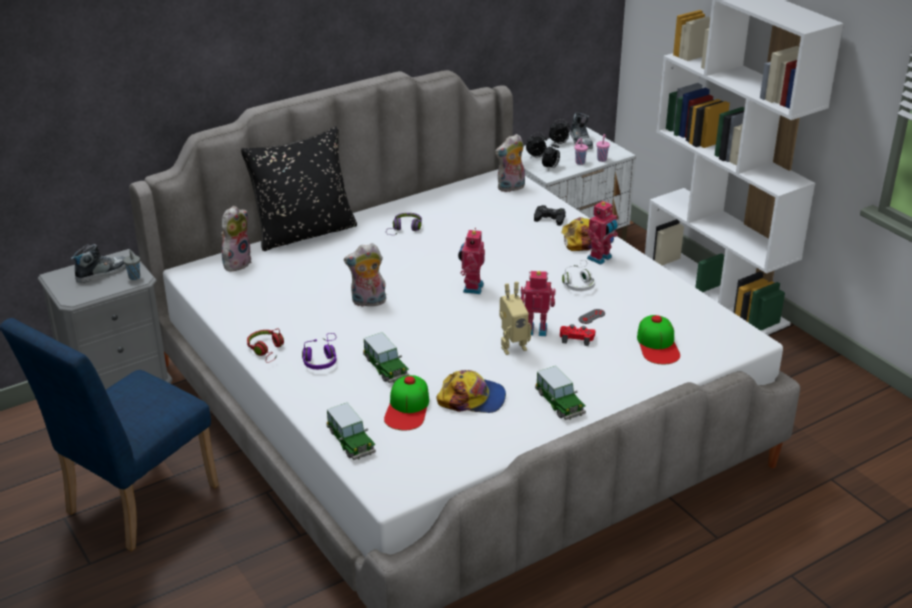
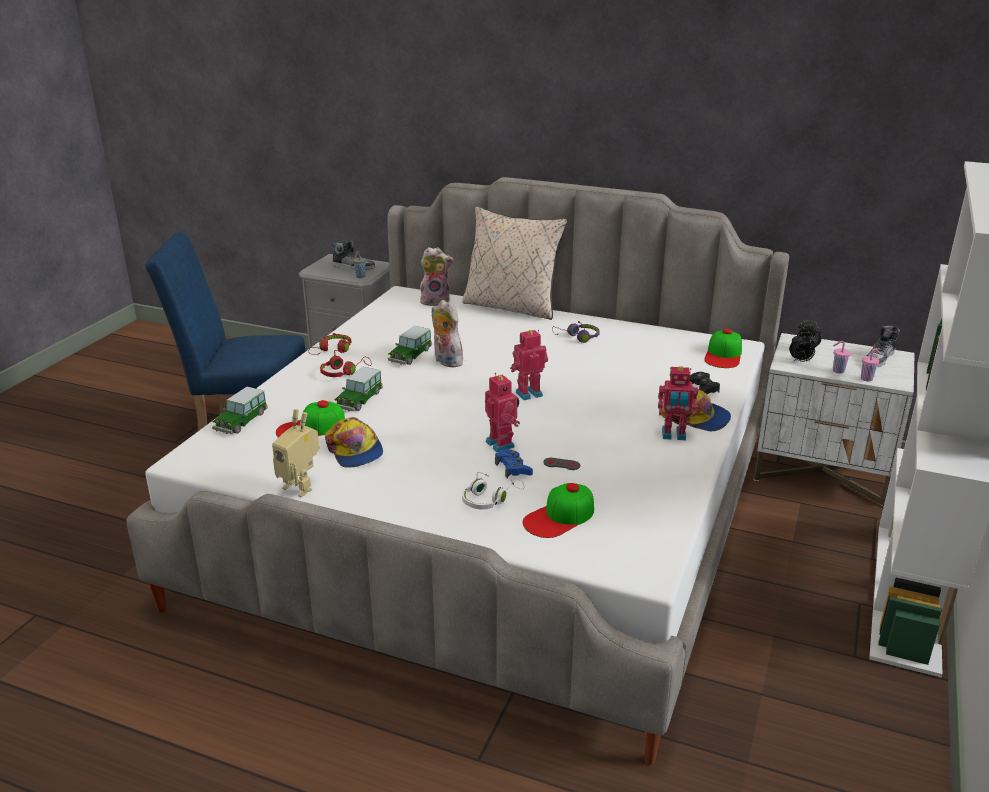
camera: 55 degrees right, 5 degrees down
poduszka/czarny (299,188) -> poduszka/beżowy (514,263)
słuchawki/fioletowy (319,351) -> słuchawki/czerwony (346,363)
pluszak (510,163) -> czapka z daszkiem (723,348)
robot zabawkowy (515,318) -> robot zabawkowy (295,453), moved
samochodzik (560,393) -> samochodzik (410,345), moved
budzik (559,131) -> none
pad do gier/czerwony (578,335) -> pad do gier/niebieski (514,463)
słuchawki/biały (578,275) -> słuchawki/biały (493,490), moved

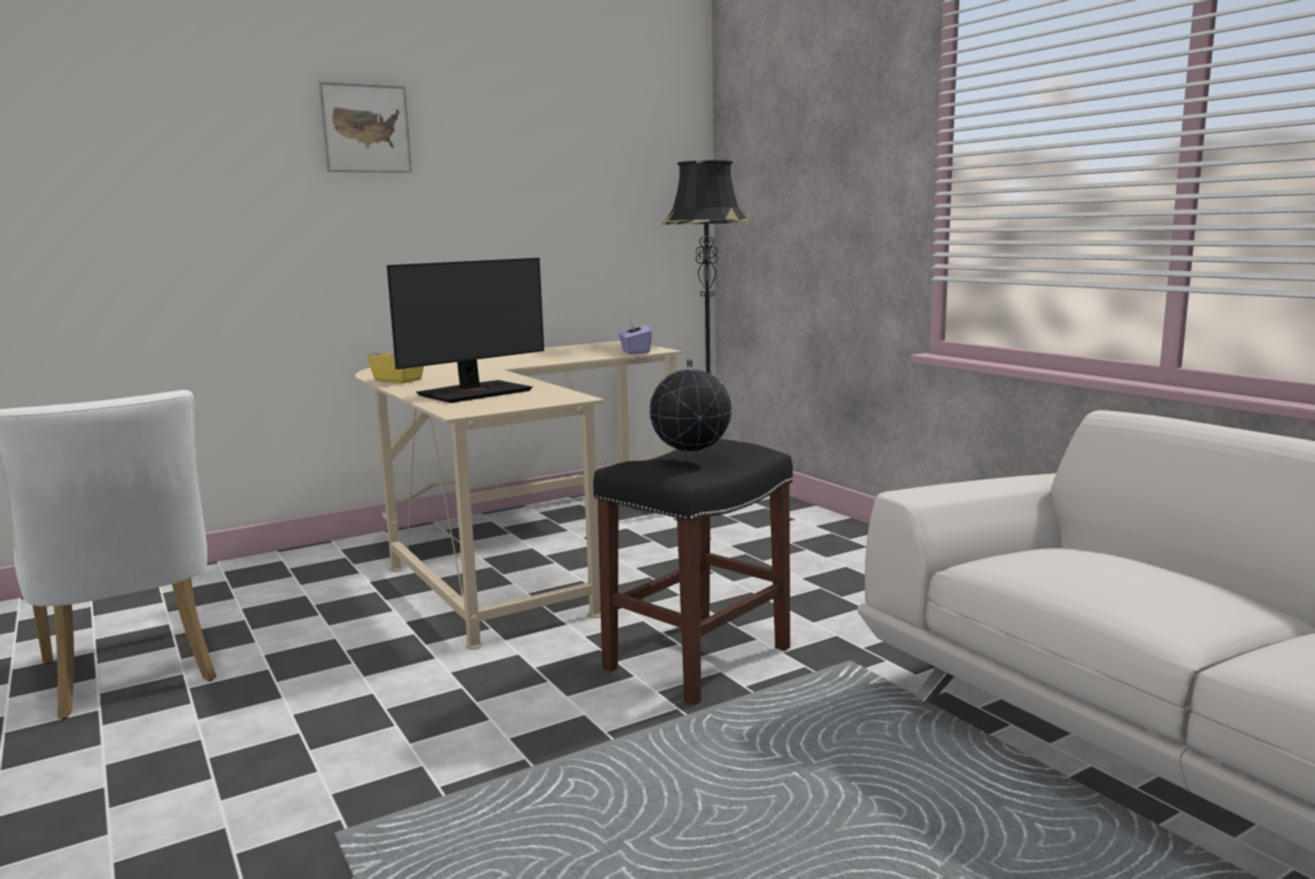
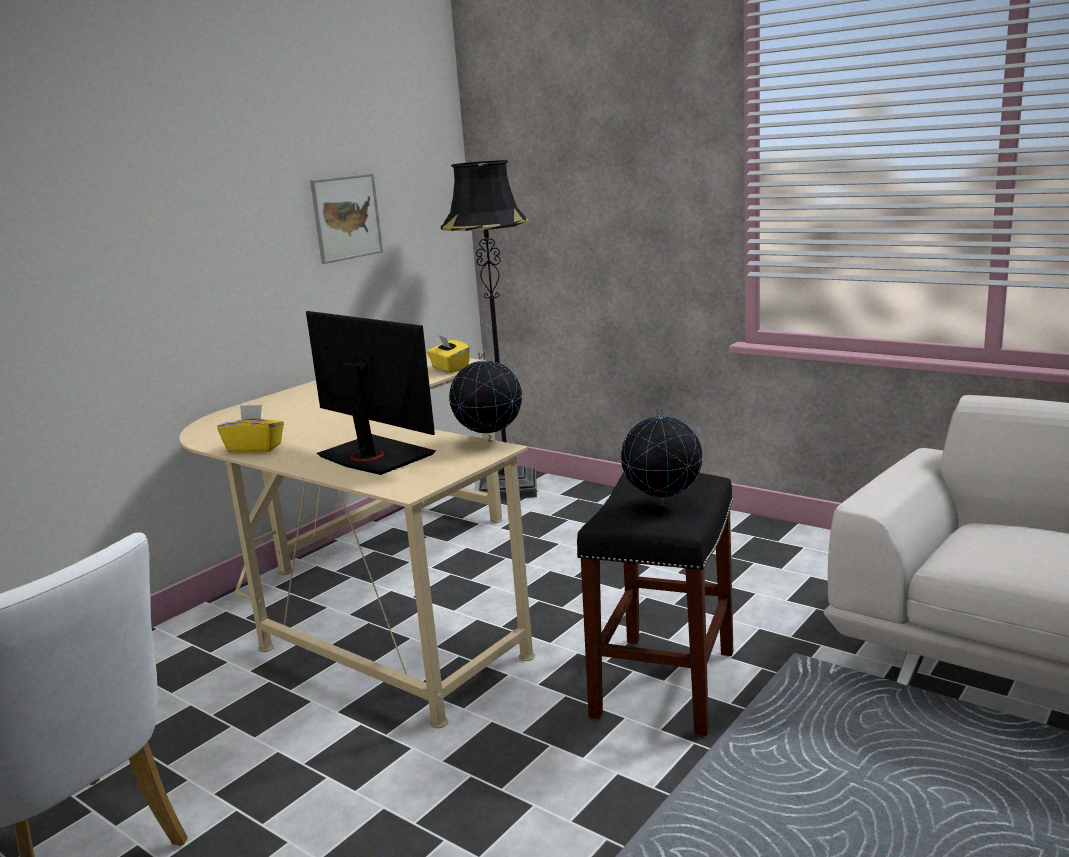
camera: 20 degrees left, 5 degrees up
obraz (365,127) -> obraz (346,218), moved
monitor (465,330) -> monitor (371,393), 75 degrees counterclockwise
pudełko chusteczek/fioletowy (635,336) -> pudełko chusteczek/żółty (448,354)
none -> globus (486,397)

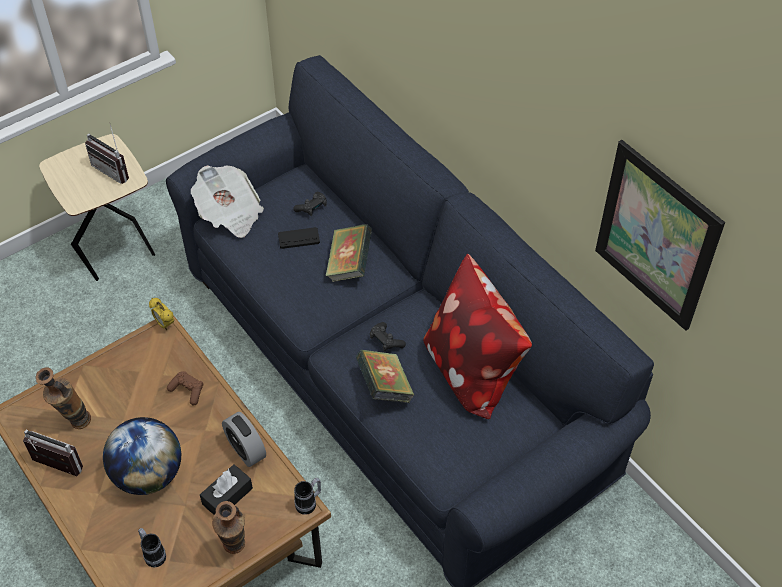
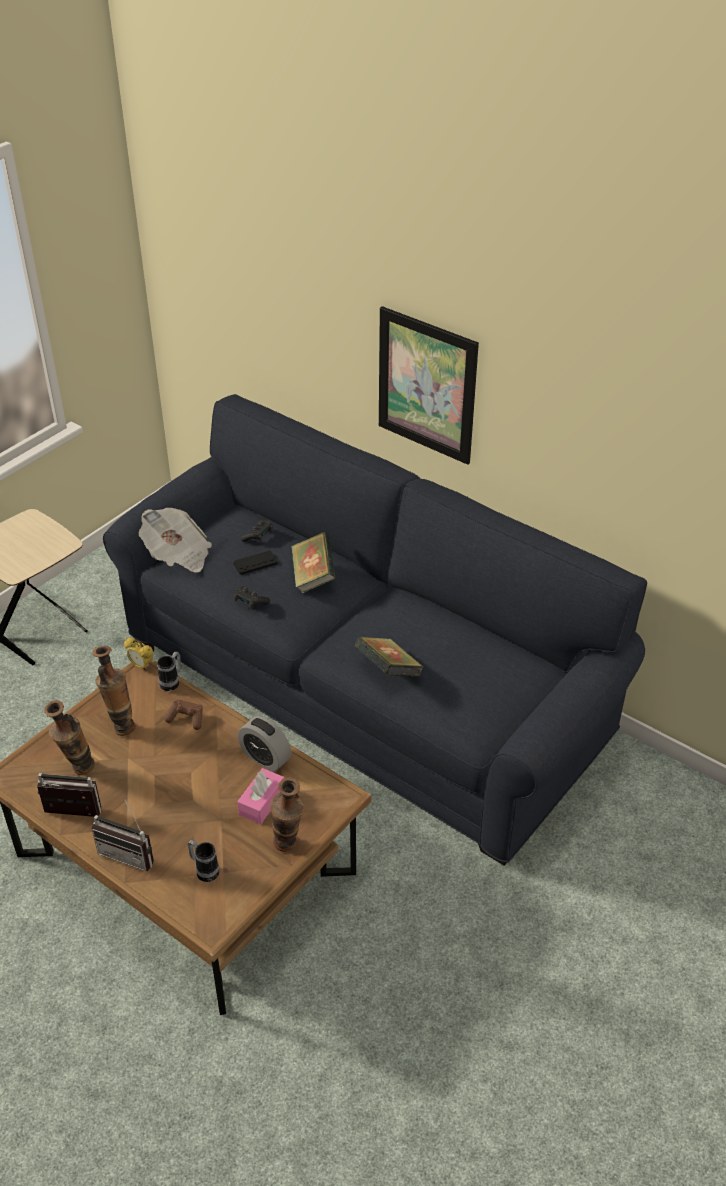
camera: 15 degrees left, 10 degrees down
radio (107,153) -> radio (123,833), moved
globus (142,456) -> none
pudełko chusteczek/czarny (226,489) -> pudełko chusteczek/różowy (260,796)
kubek (307,496) -> kubek (169,671), moved
pad do gier/czarny (388,337) -> pad do gier/czarny (252,597), moved
poduszka (477,336) -> none
obraz (660,235) -> obraz (429,385), moved
none -> wazon (114,691)

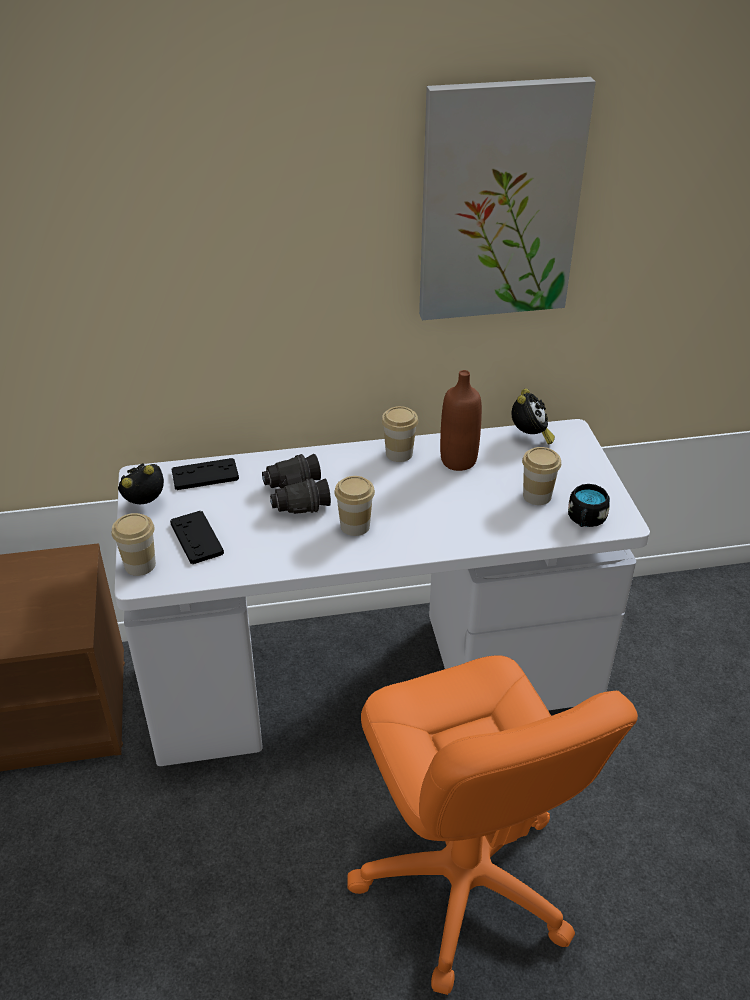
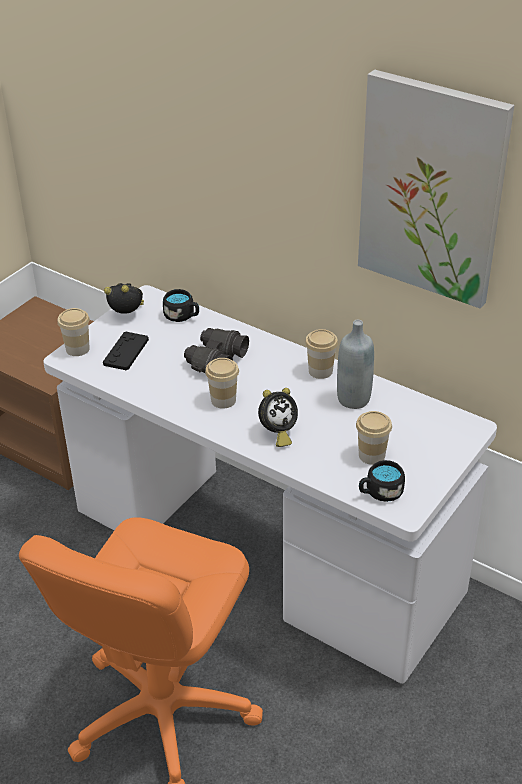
camera: 45 degrees right, 0 degrees up
pad do gier/czarny (205,474) -> kubek/czarny (181,305)
butelka/brązowy (461,420) -> butelka/szary (355,364)
budzik (533,417) -> budzik (278,417), moved

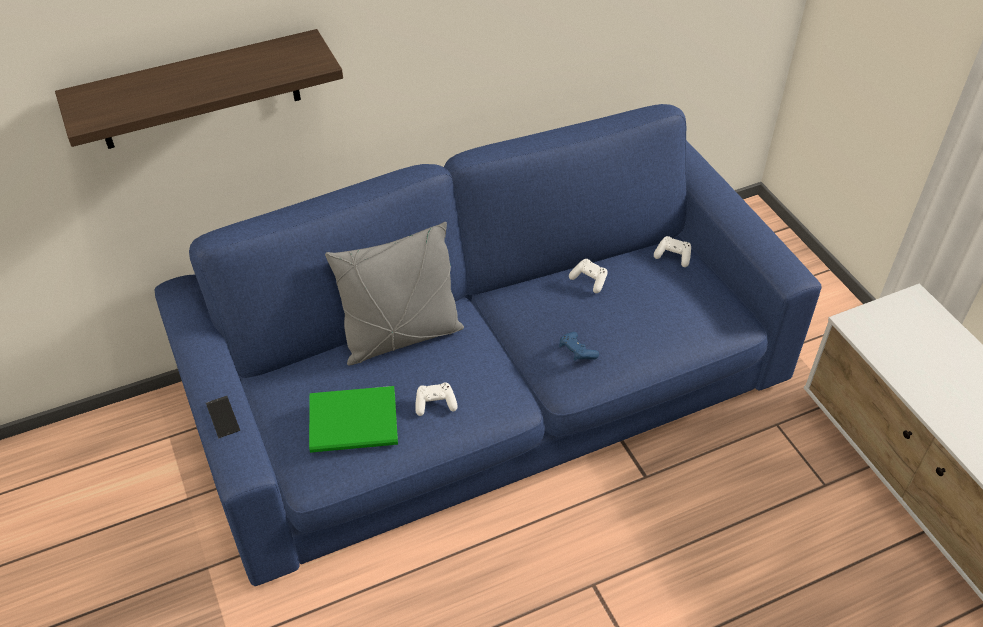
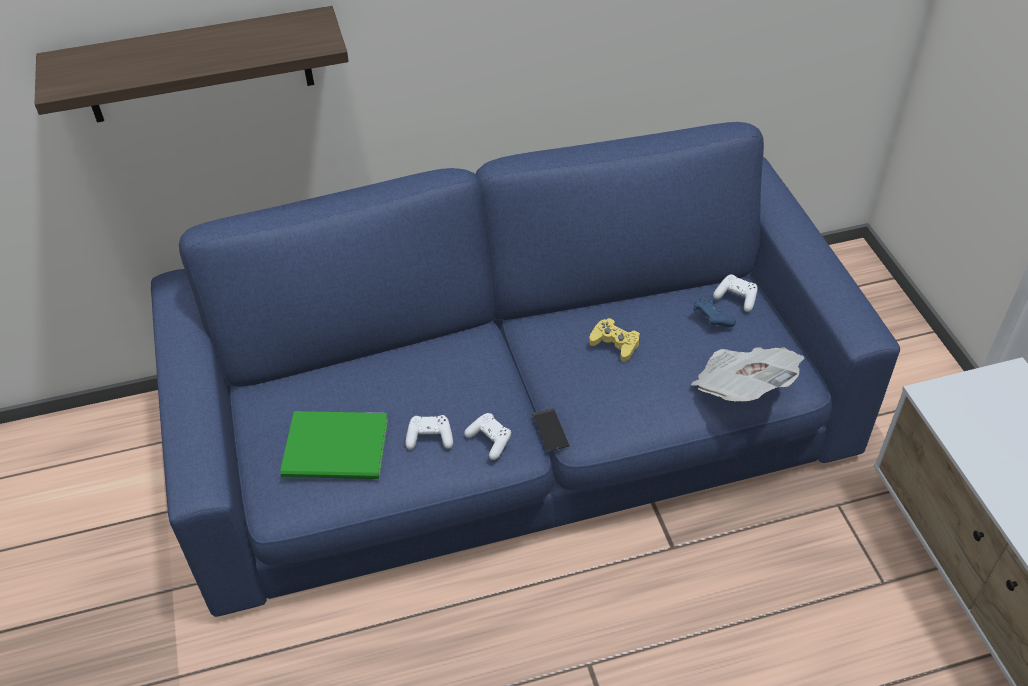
camera: 10 degrees right, 0 degrees up
telefon (223,417) -> telefon (551,430), moved
poduszka/szary (394,294) -> none
pad do gier/niebieski (579,346) -> pad do gier/niebieski (714,312), moved
pad do gier/biały (588,276) -> pad do gier/biały (488,436), moved
none -> pad do gier/żółty (614,340)
none -> gazeta (747,374)

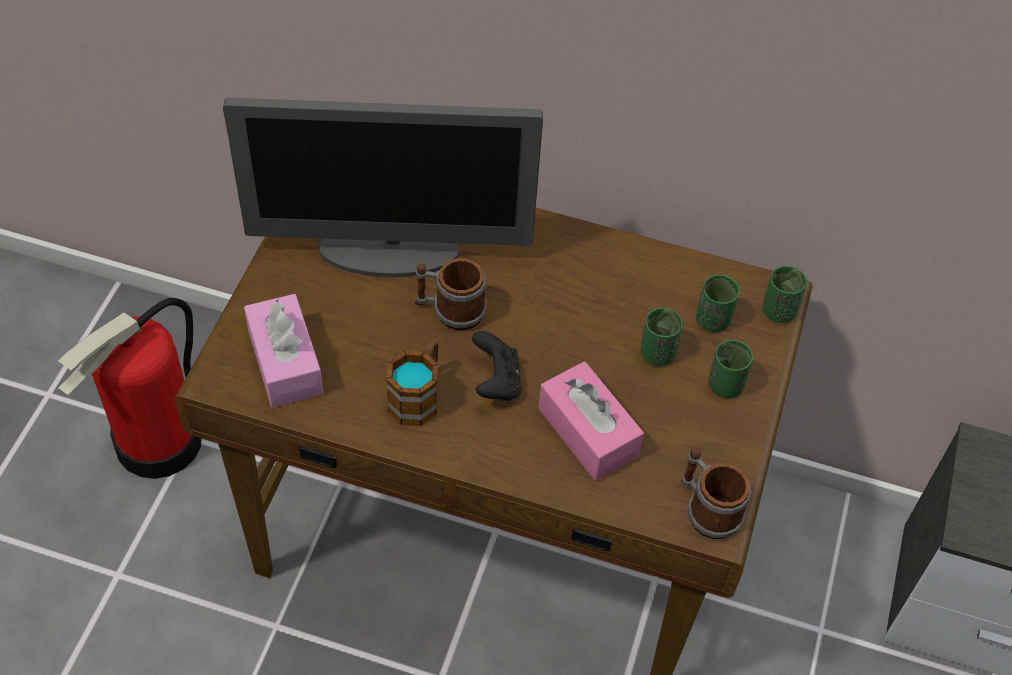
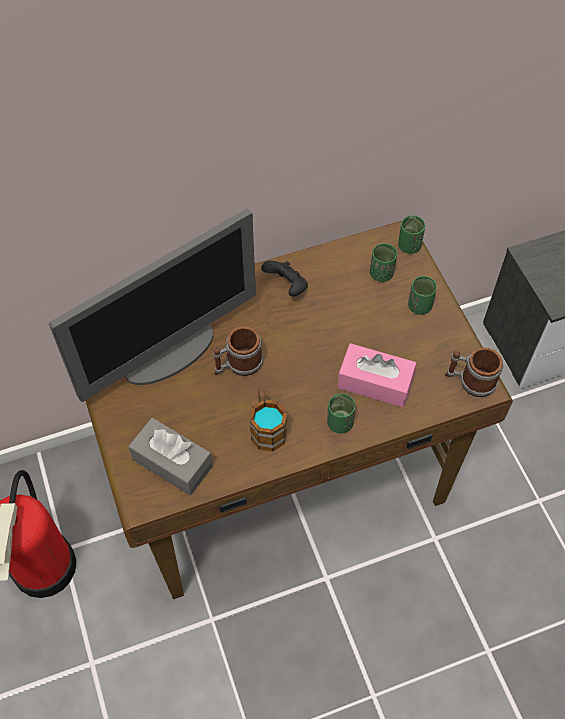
camera: 35 degrees left, 5 degrees up
pudełko chusteczek/różowy (283,351) -> pudełko chusteczek/szary (170,456)
pad do gier/czarny (497,366) -> pad do gier/czarny (284,278), moved
filiżanka/zielony (662,337) -> filiżanka/zielony (341,413), moved

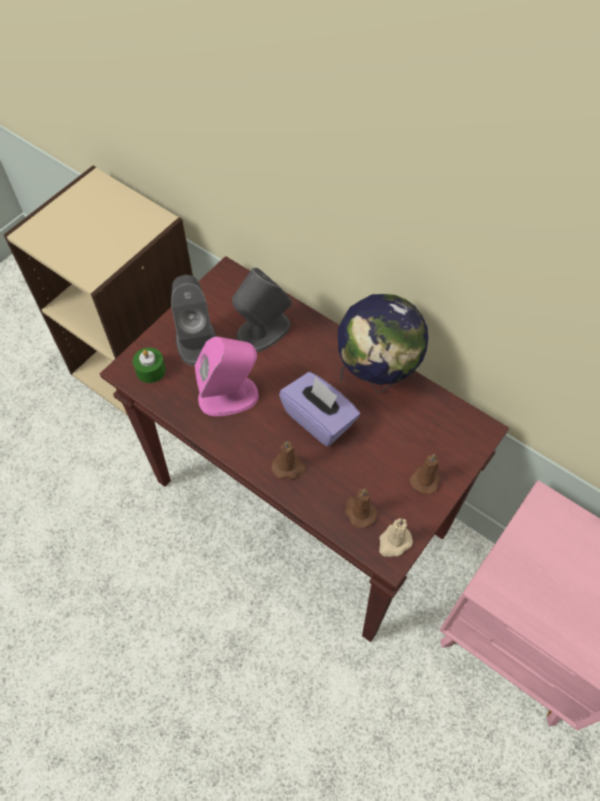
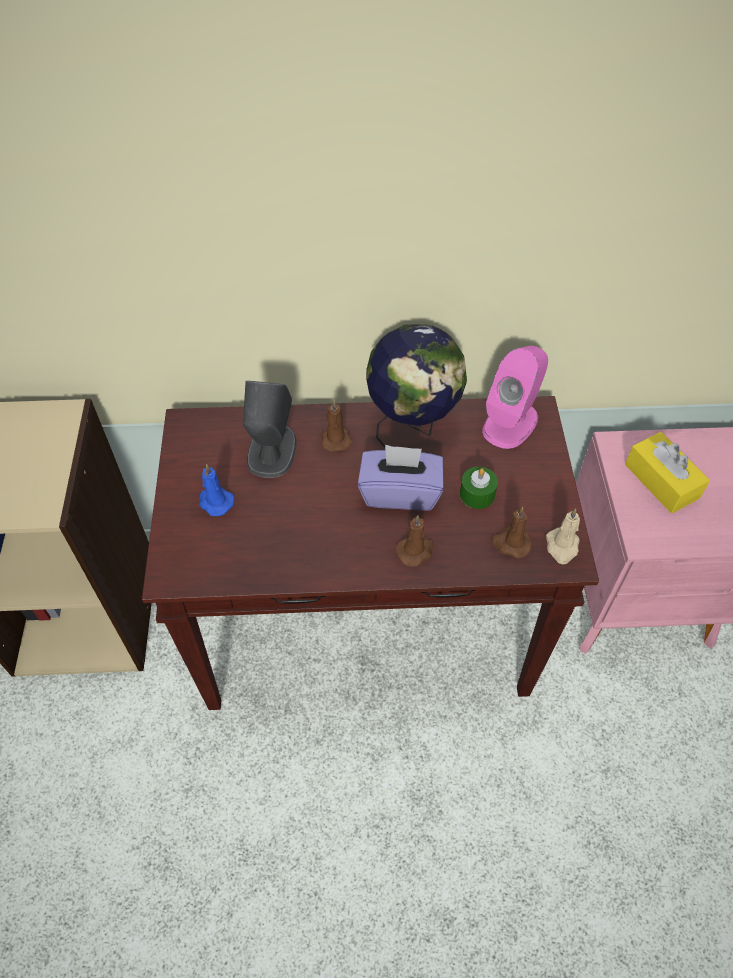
camera: 40 degrees left, 5 degrees down
świeca/zielony (149,365) -> świeca/zielony (479,488), moved
głośnik/szary (193,320) -> świeca/niebieski (216,490)
głośnik/różowy (227,376) -> głośnik/różowy (515,397), moved
świeca/brązowy (425,474) -> świeca/brązowy (336,426), moved
none -> pudełko chusteczek/żółty (667,472)

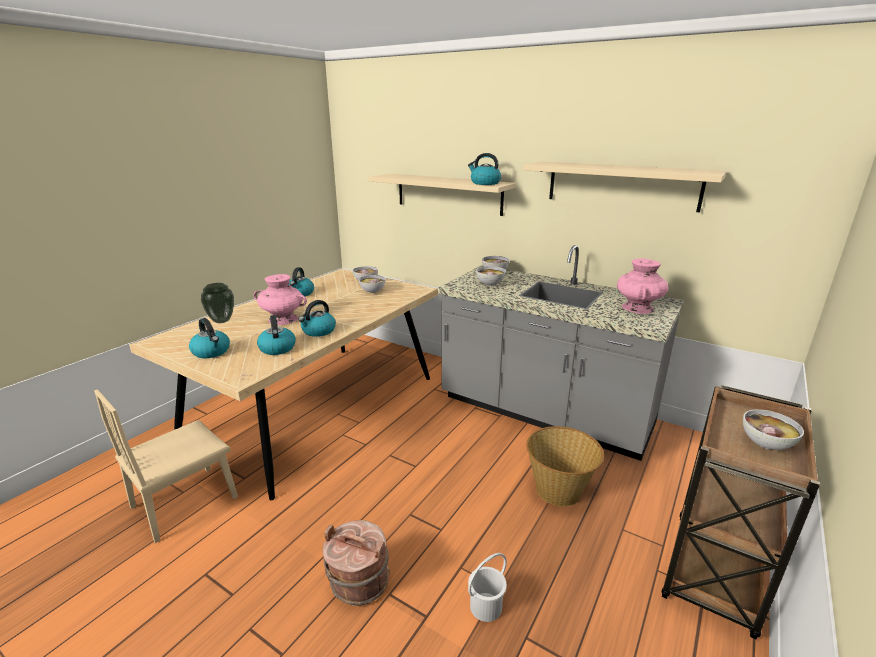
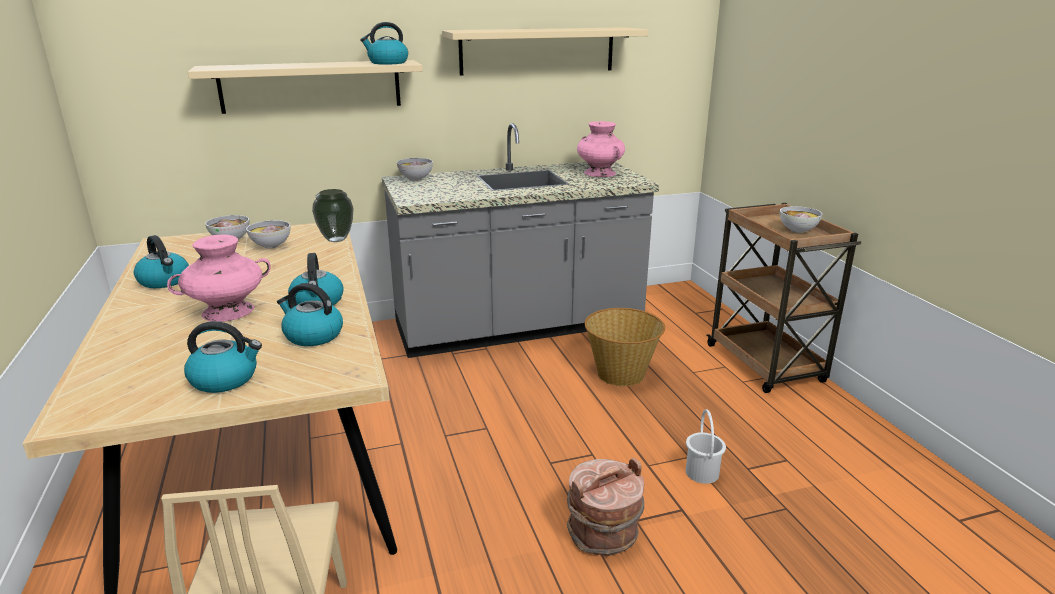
camera: 50 degrees left, 0 degrees up
wazon (217,303) -> wazon (332,215), moved
miska (491,276) -> none

